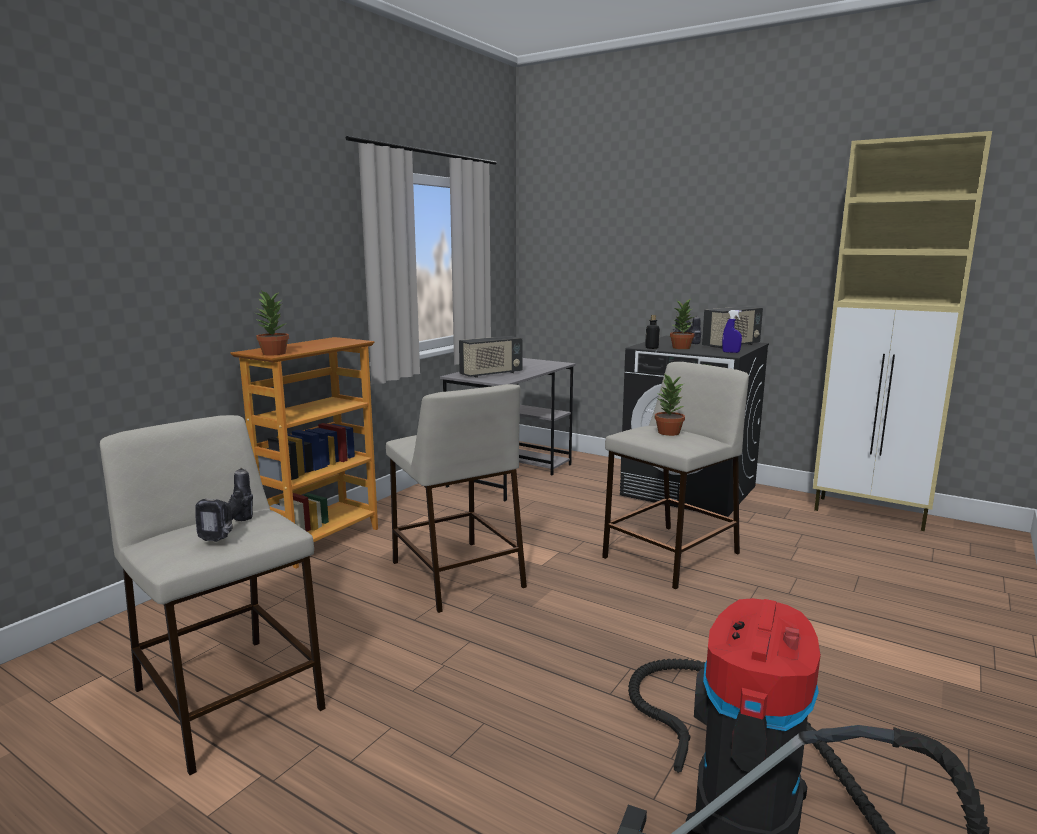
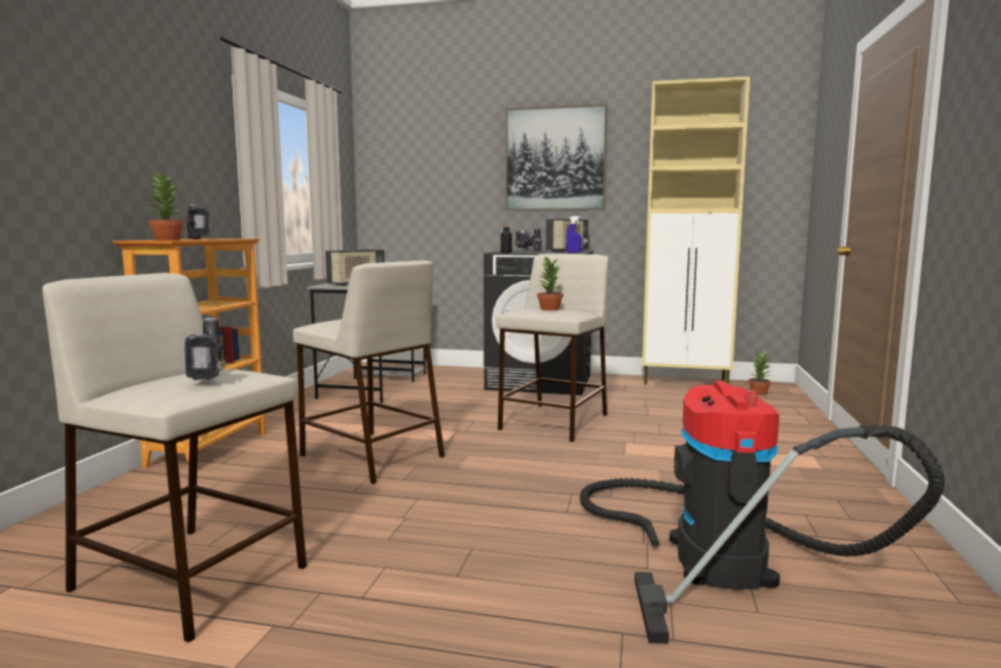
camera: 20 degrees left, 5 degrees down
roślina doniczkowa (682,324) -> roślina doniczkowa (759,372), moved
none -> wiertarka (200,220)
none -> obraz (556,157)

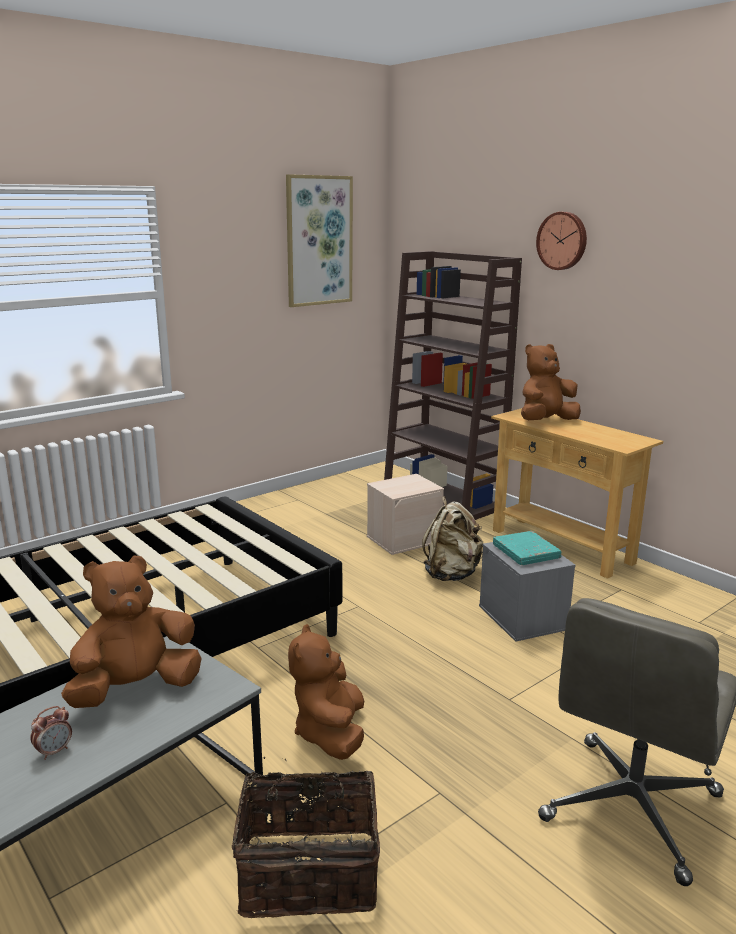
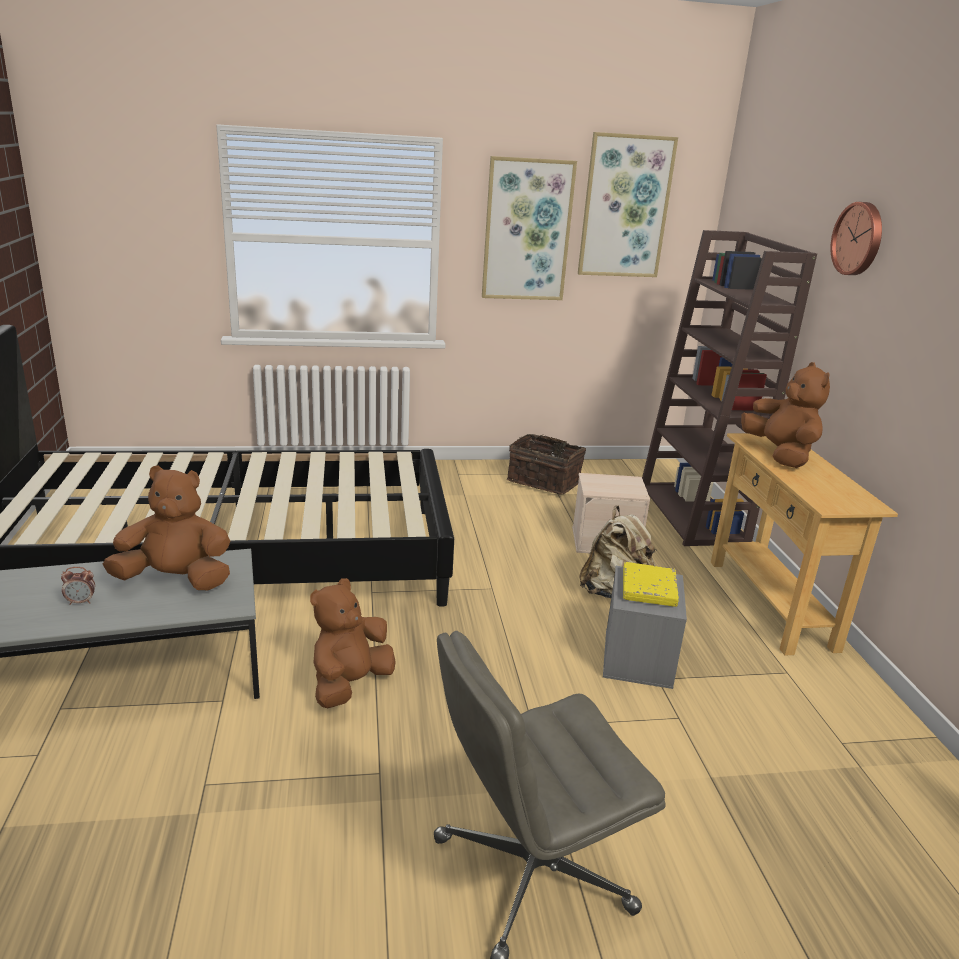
camera: 30 degrees right, 5 degrees up
koszyk (306,837) -> koszyk (546,464), moved
książka/turkusowy (527,548) -> książka/żółty (651,584)
pluszak/brązowy (551,382) -> pluszak/brązowy (785,415), 75 degrees clockwise
none -> obraz (529,228)

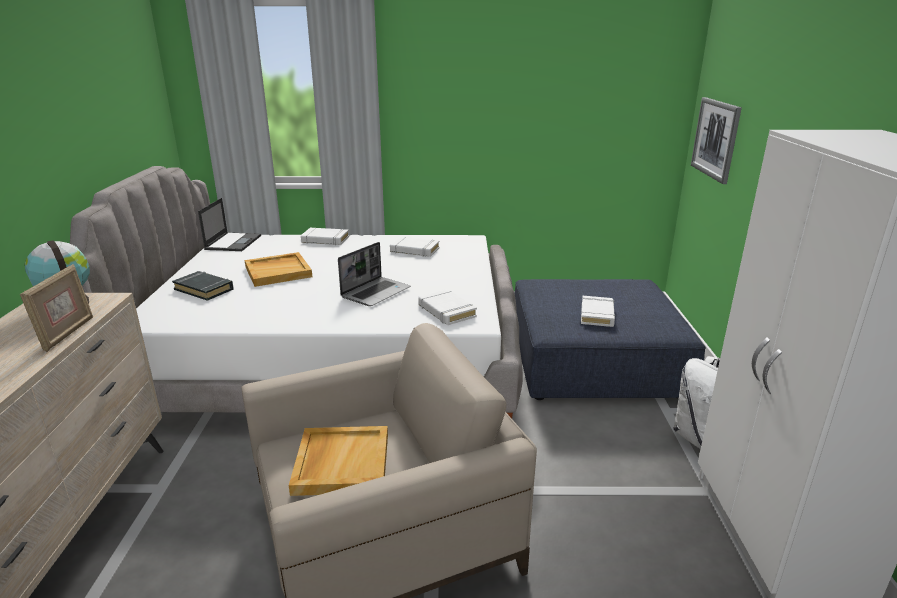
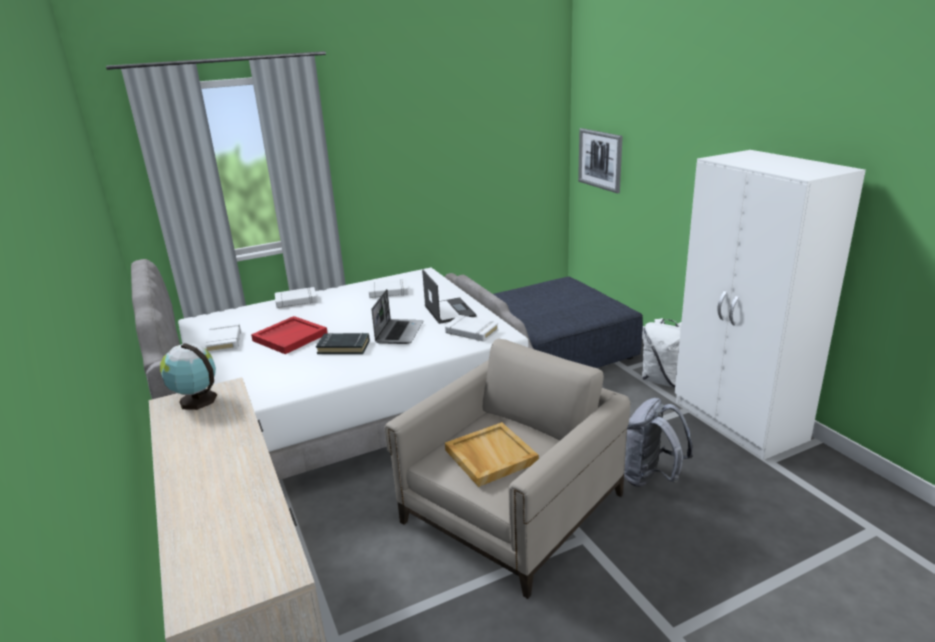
camera: 25 degrees left, 0 degrees up
ramka na zdjęcie (56,308) -> none
książka/czarny (203,286) -> książka/czarny (343,343), moved
laptop (229,224) -> laptop (449,297), moved
taca/beżowy (278,269) -> taca/czerwony (289,335)
książka/biały (598,311) -> książka/biały (223,338), moved
none -> plecak/szary (658,442)

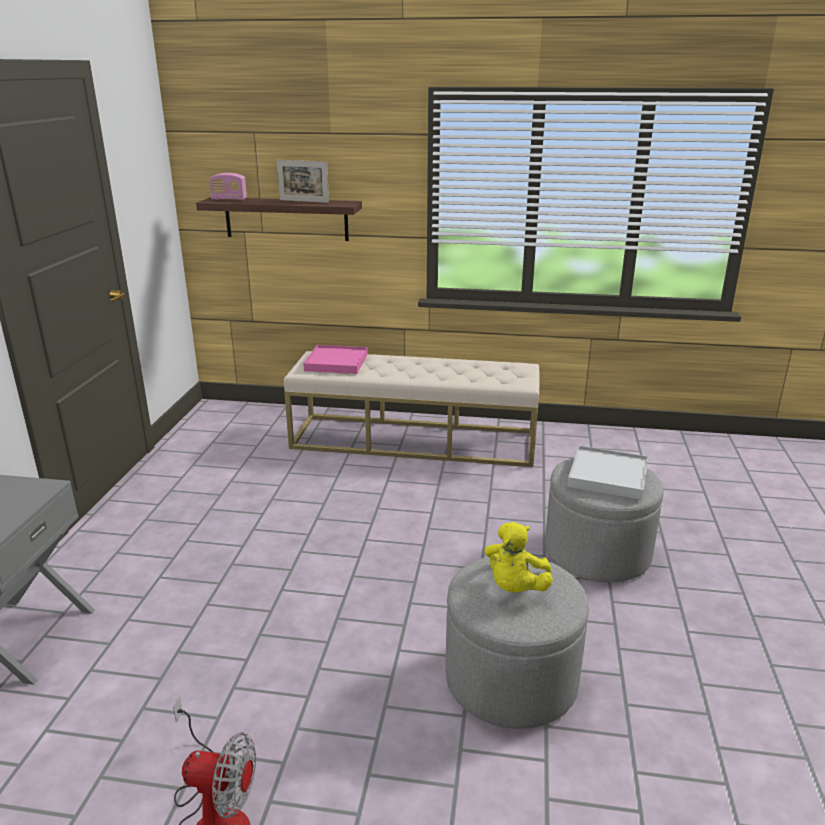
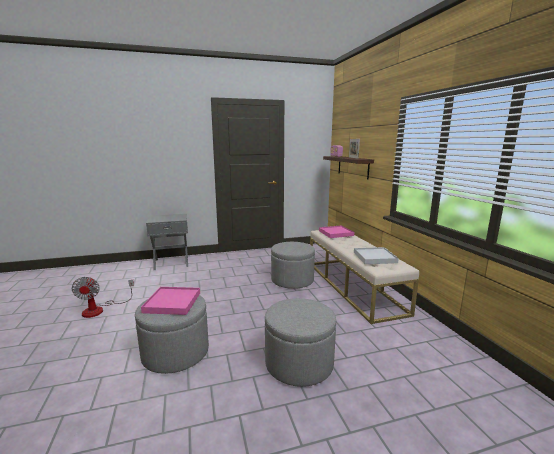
camera: 65 degrees right, 10 degrees down
pluszak/żółty (518,557) -> taca/różowy (170,301)
taca/biały (608,473) -> taca/biały (376,255), moved
none -> pufa/szary (293,265)

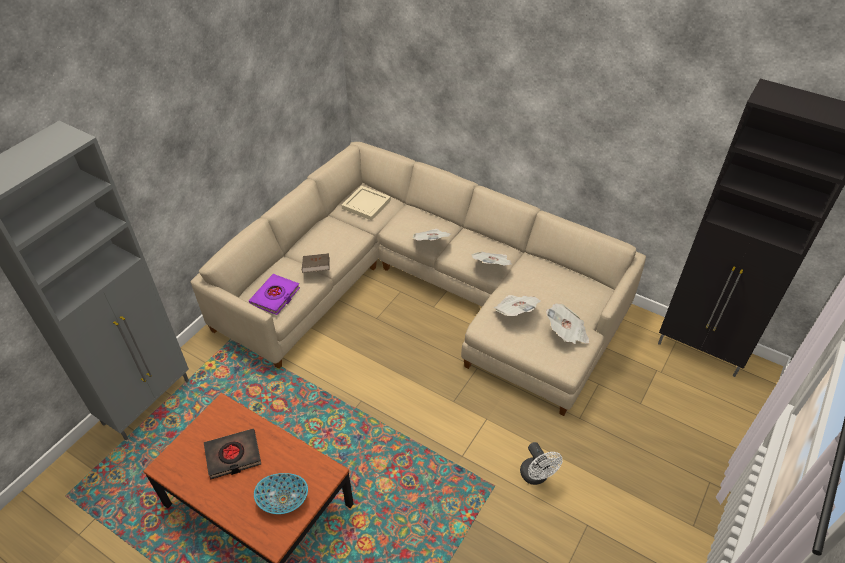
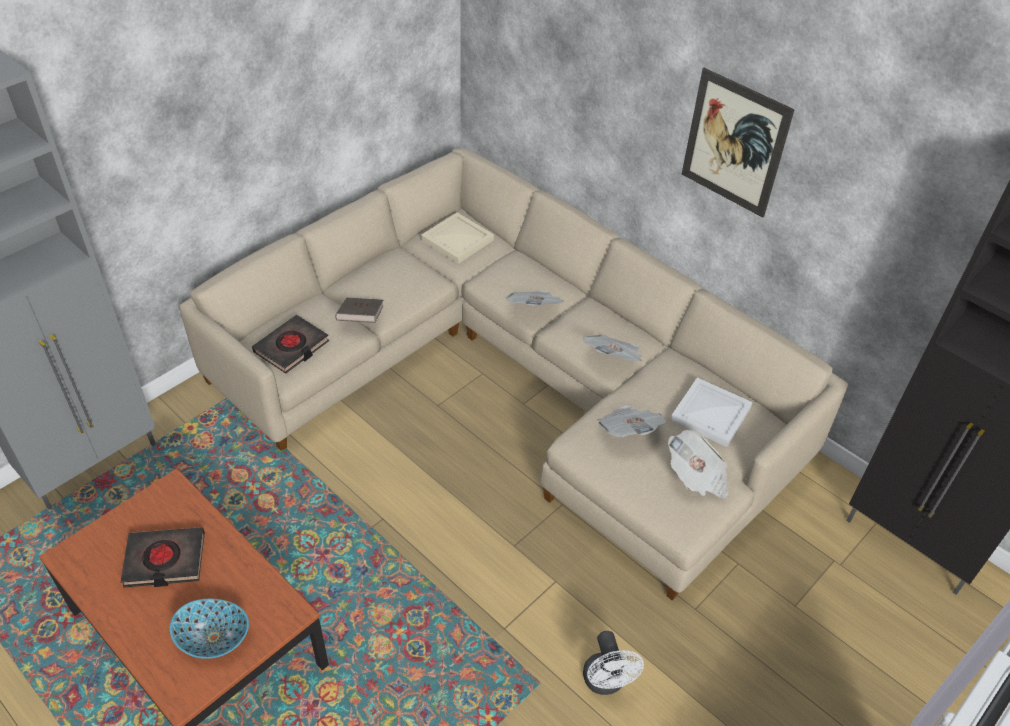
camera: 10 degrees right, 0 degrees up
książka/fioletowy (274,294) -> książka/czarny (290,344)
none -> taca/biały (711,412)
none -> obraz (738,143)

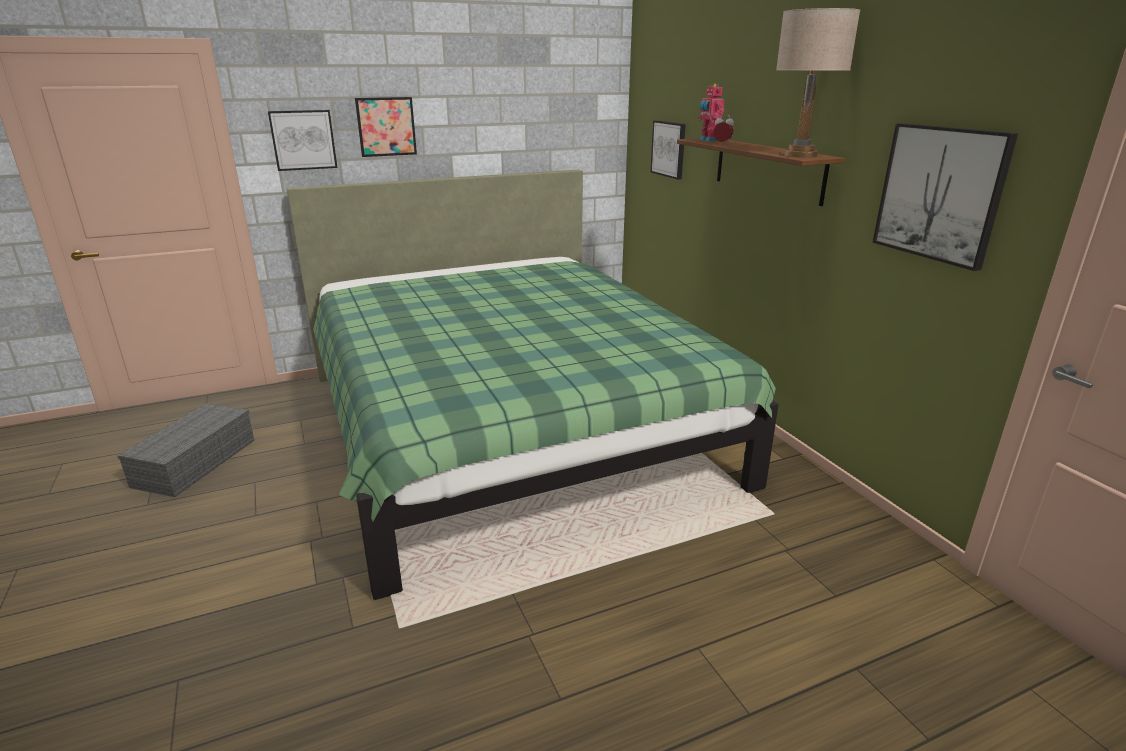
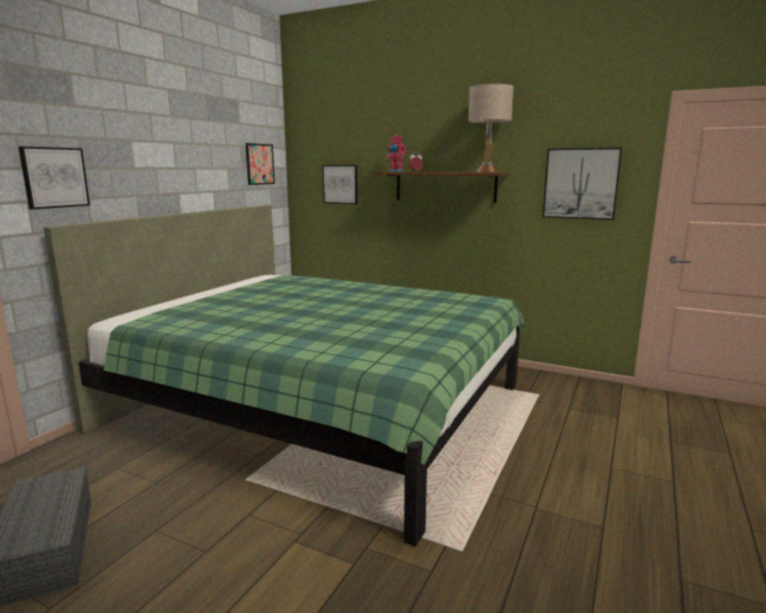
camera: 40 degrees left, 10 degrees down
obraz (386,127) -> obraz (260,164), moved

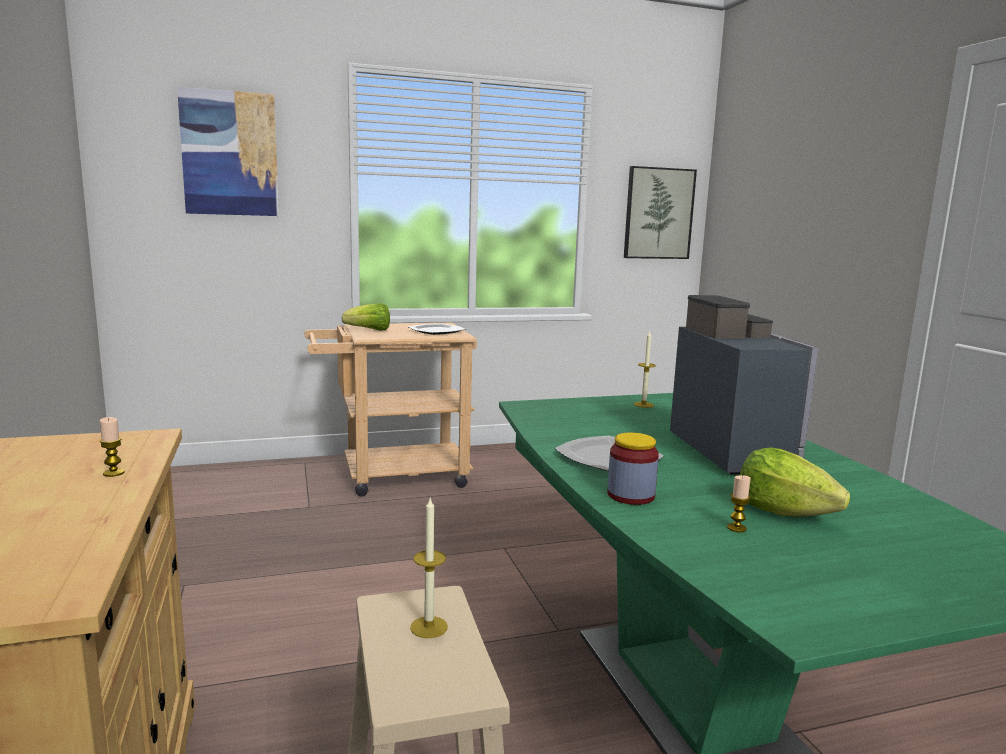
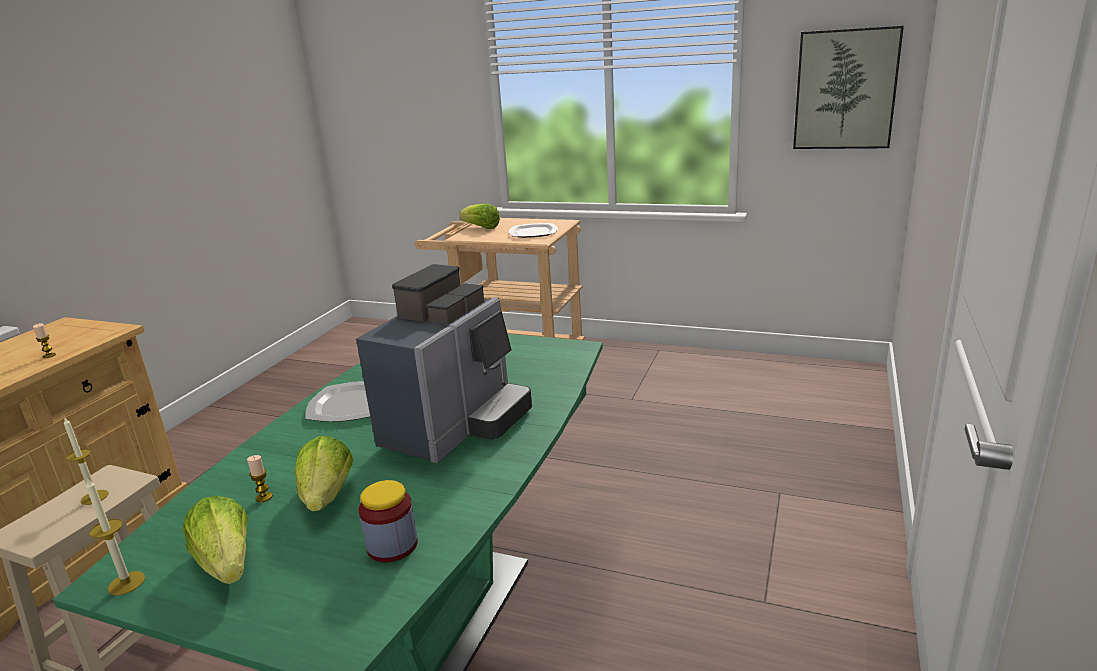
camera: 40 degrees right, 10 degrees up
obraz (228,151) -> none
słoik (633,468) -> słoik (388,521), moved
świeca (645,369) -> świeca (115,537), moved
none -> sałata (215,540)

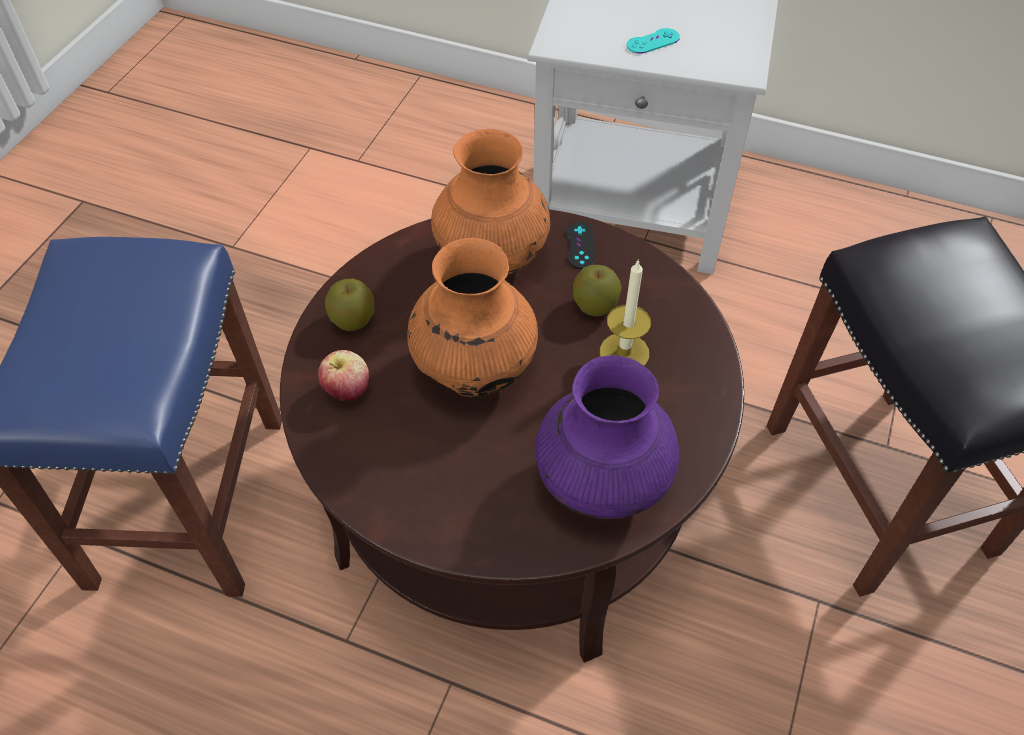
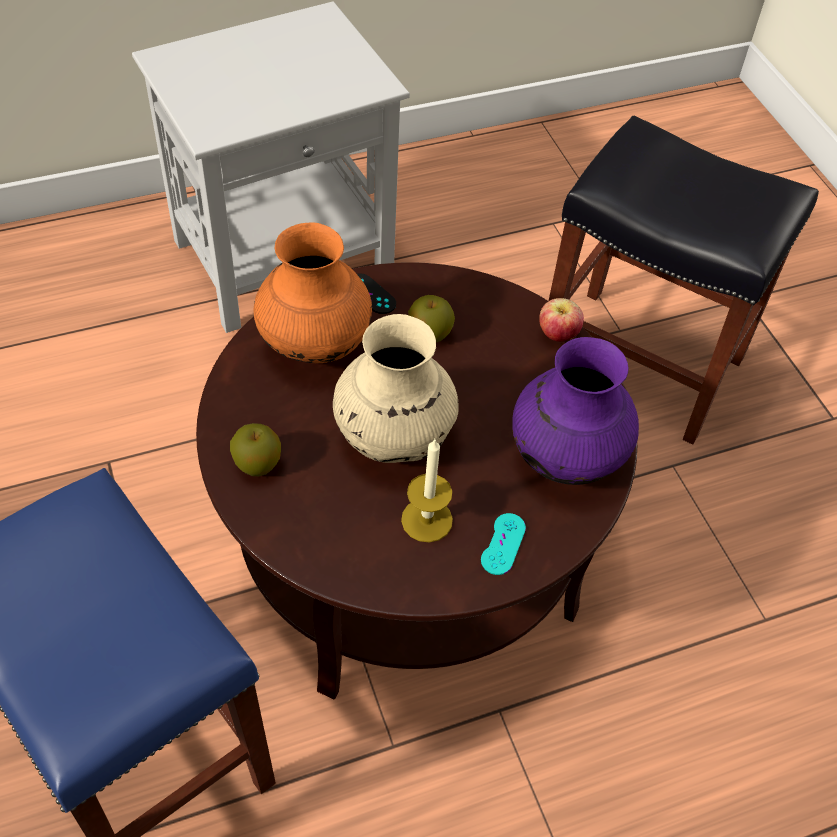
camera: 45 degrees left, 0 degrees up
jabłko (343,375) -> jabłko (561,320), moved
wazon/pomarańczowy (472,317) -> wazon/beżowy (396,388)
świeca (625,312) -> świeca (427,490), moved
pad do gier/turkusowy (653,41) -> pad do gier/turkusowy (503,544), moved

